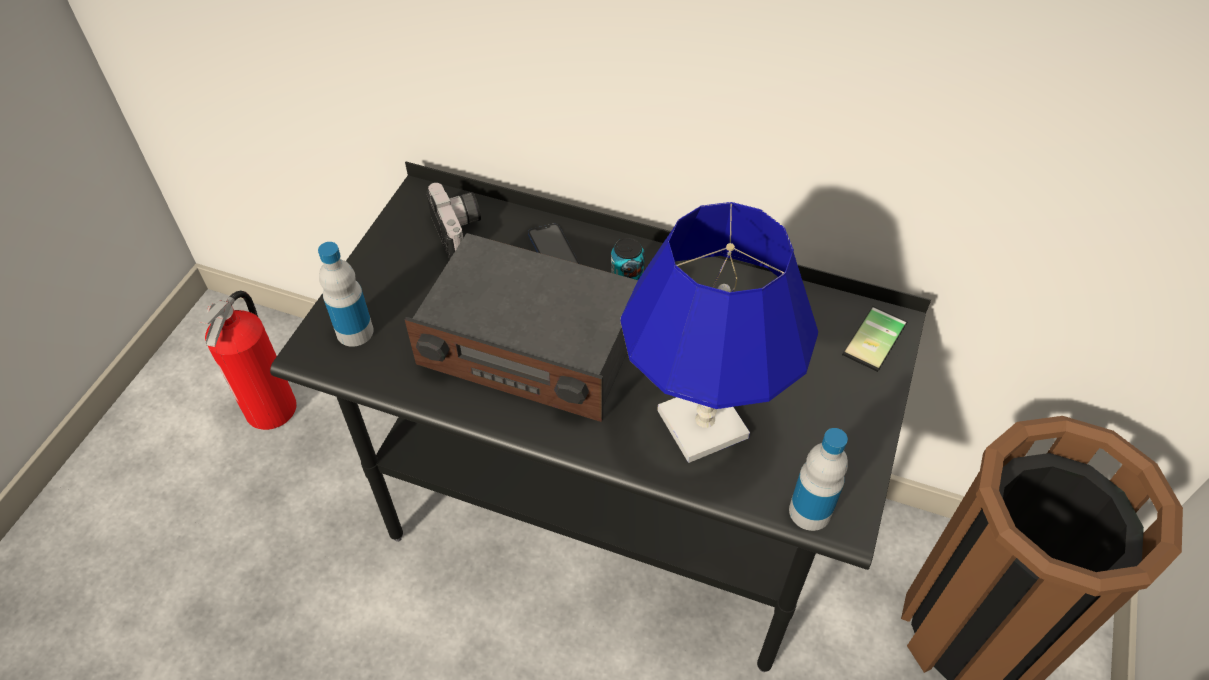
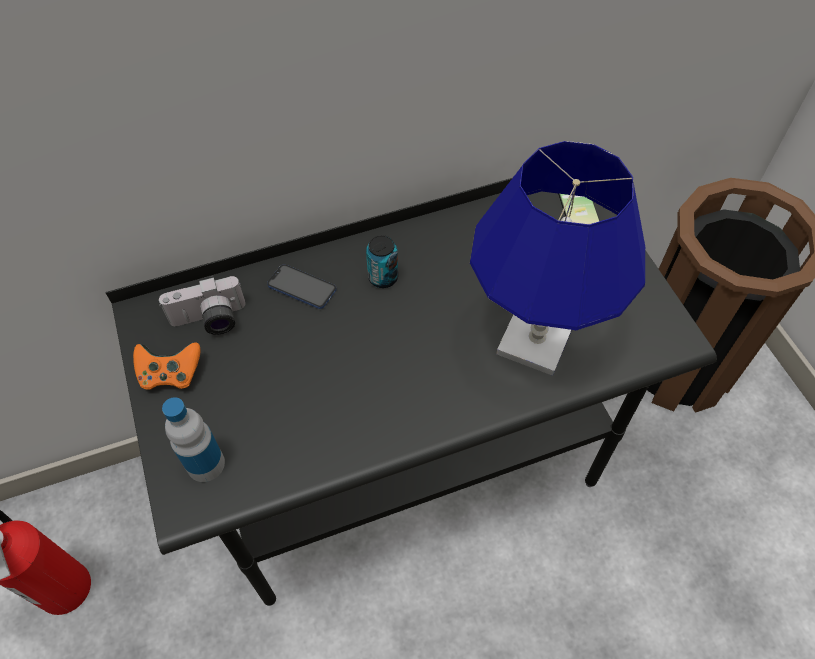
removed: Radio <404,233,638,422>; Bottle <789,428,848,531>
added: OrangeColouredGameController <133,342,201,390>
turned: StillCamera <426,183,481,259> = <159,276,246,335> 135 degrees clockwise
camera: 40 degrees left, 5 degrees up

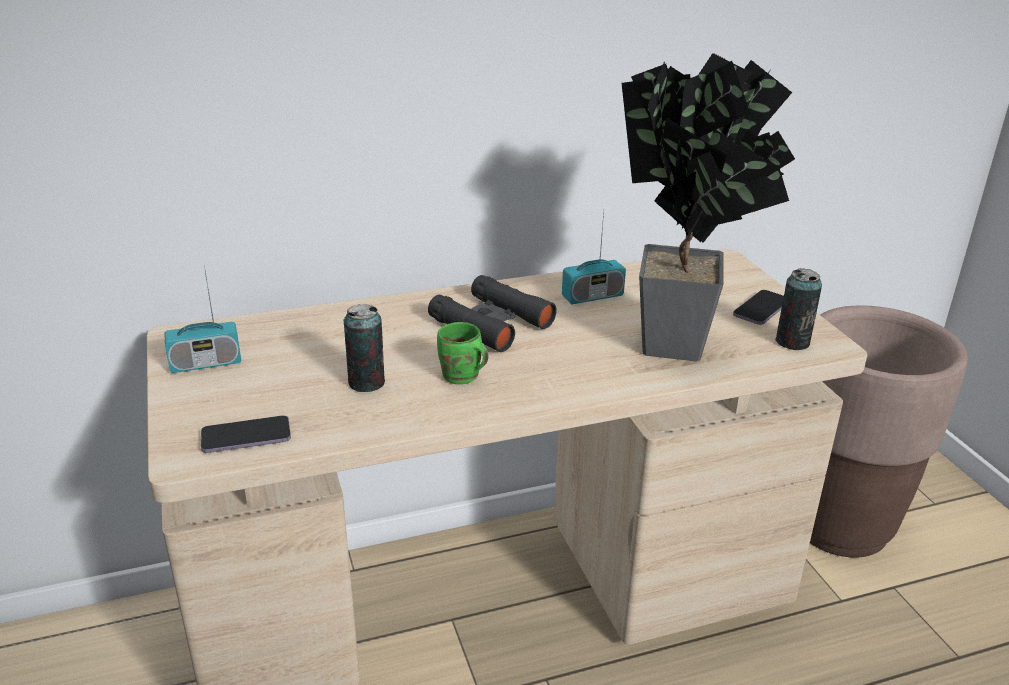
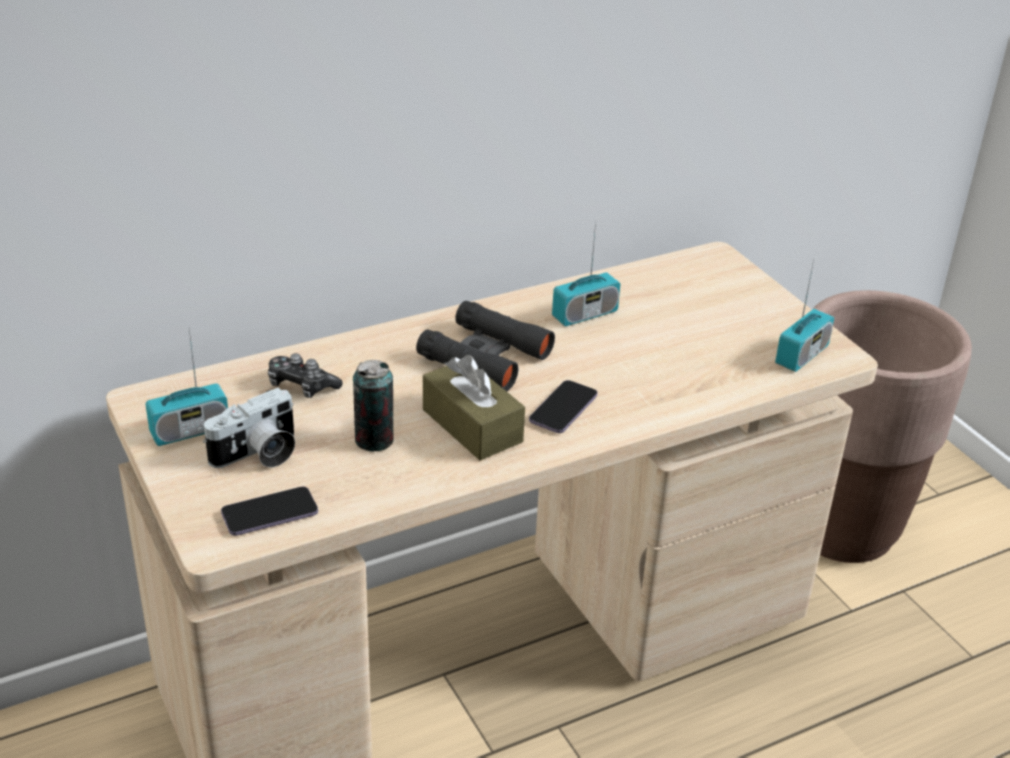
removed: Houseplant <622,53,795,362>
added: StillCamera <203,388,295,468>; GameController <268,353,343,398>
moved: Handset <733,290,784,325> to <529,380,598,433>
replaced: GreenCoffeeMug <437,322,488,384> to BrownishBoxOfTissues <423,355,525,460>; Can <775,268,822,350> to Radio <775,260,834,372>
camera: 10 degrees left, 5 degrees up

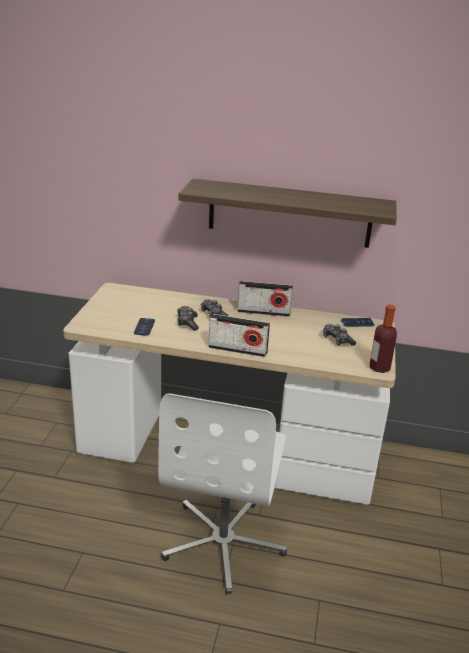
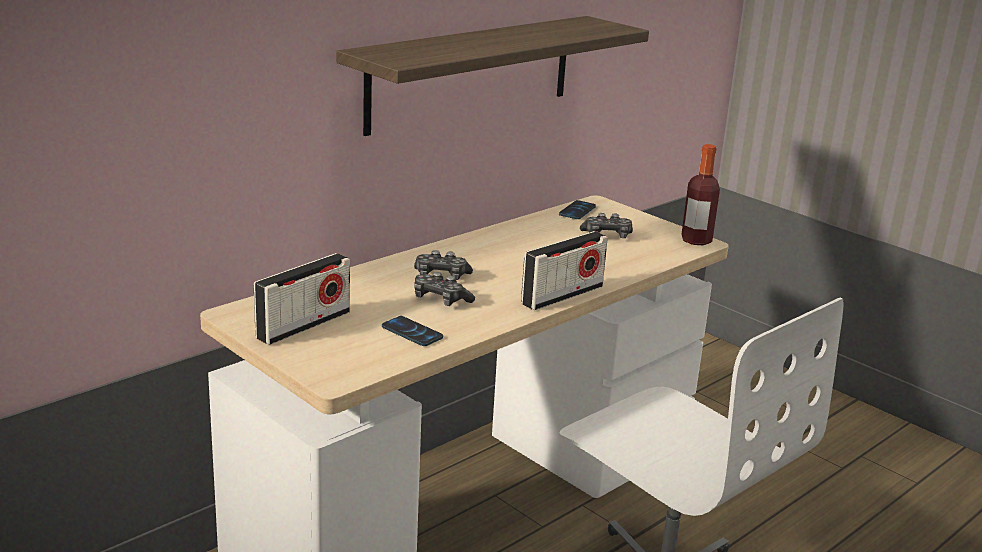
moved: Radio <237,281,293,317> to <254,253,350,345>
camera: 55 degrees left, 5 degrees down

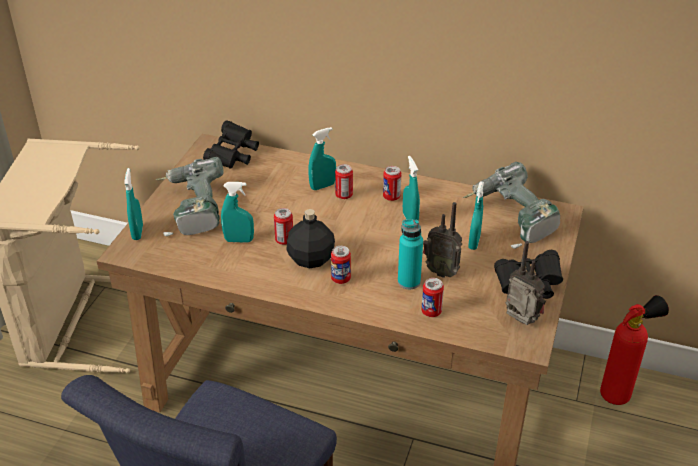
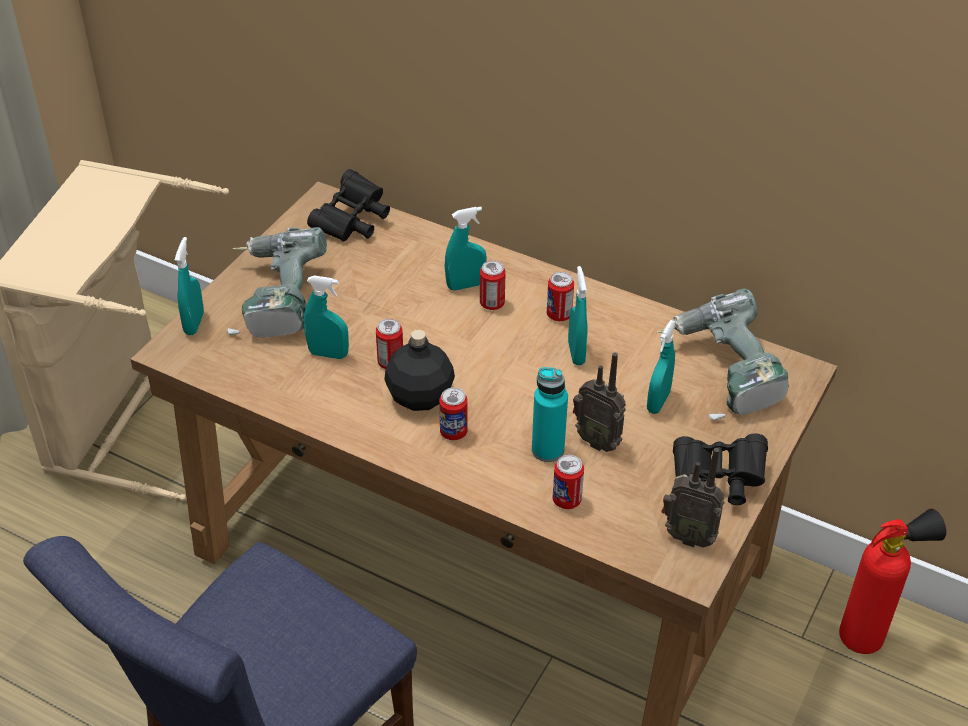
turned: Radio <506,241,546,325> = <661,448,725,547> 150 degrees clockwise
camera: 10 degrees right, 5 degrees up

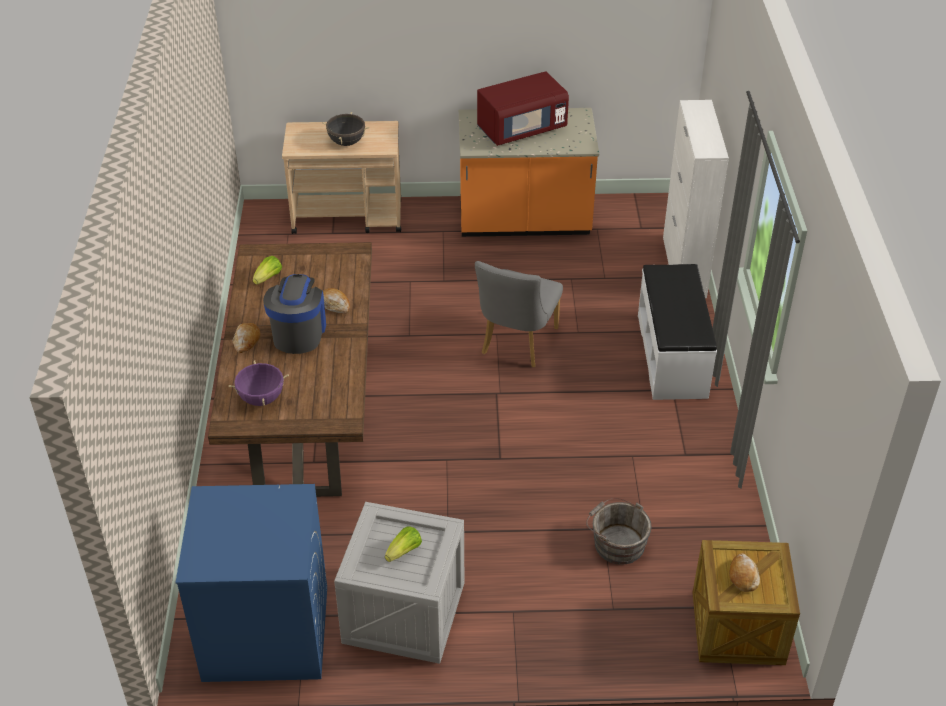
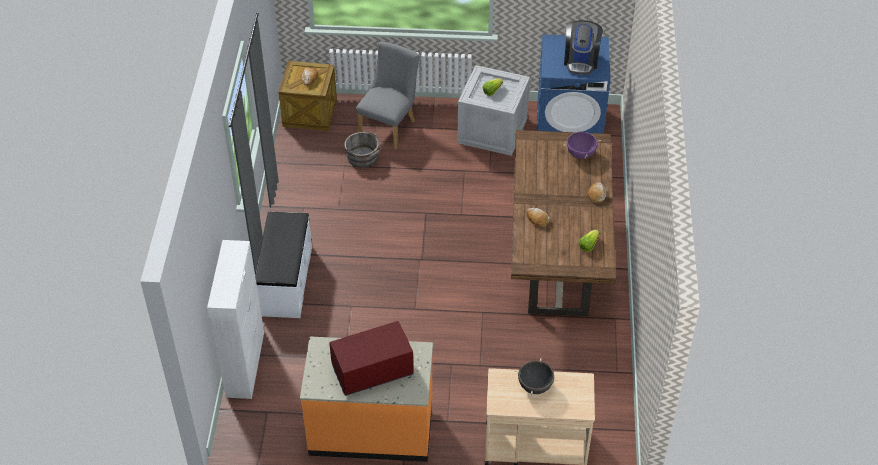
moved: CoffeeMachine <263,274,326,354> to <564,20,603,75>; GreyishChair <475,261,563,367> to <356,42,419,149>
camera: 175 degrees left, 5 degrees up

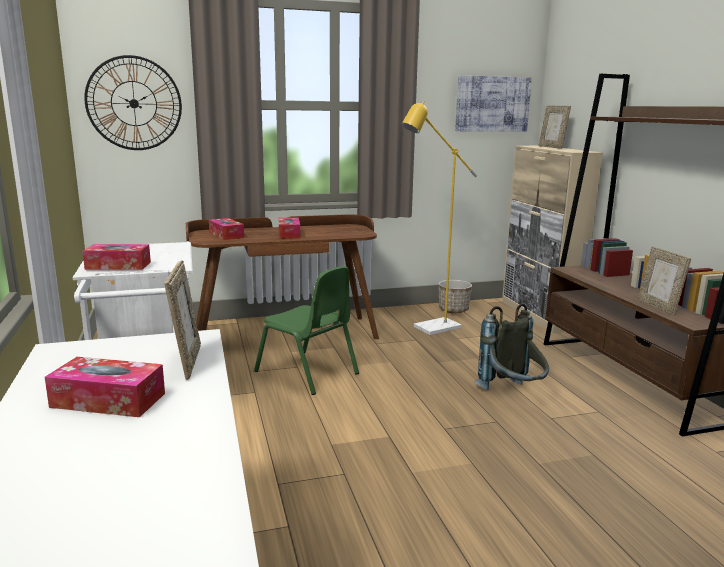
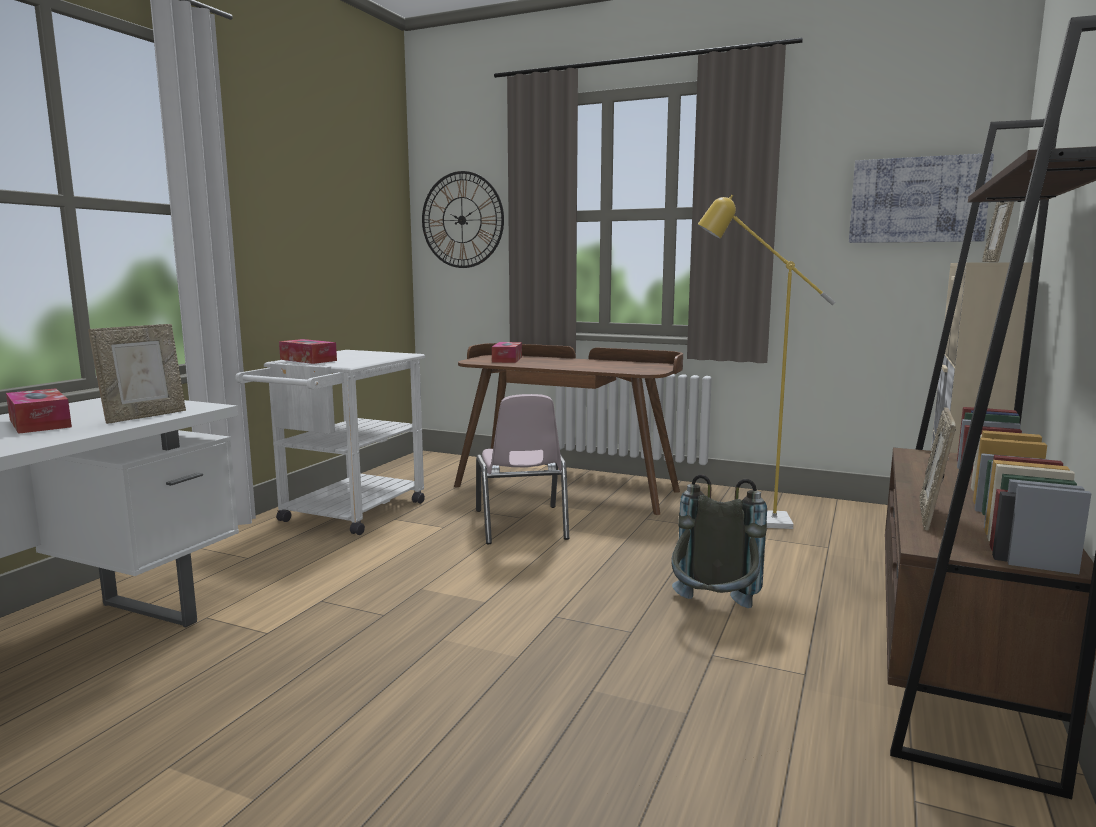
removed: BoxOfTissues <279,217,300,239>; Planter <439,280,472,313>
recoloured: GreenChair <254,266,359,395> to PinkishChair <476,394,569,544>
camera: 40 degrees right, 5 degrees down

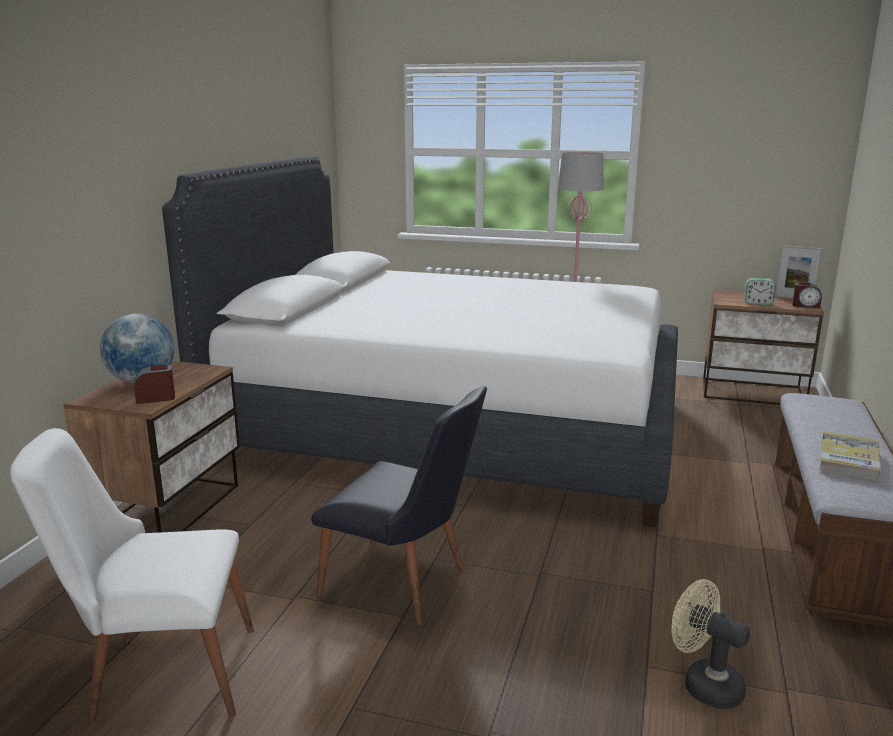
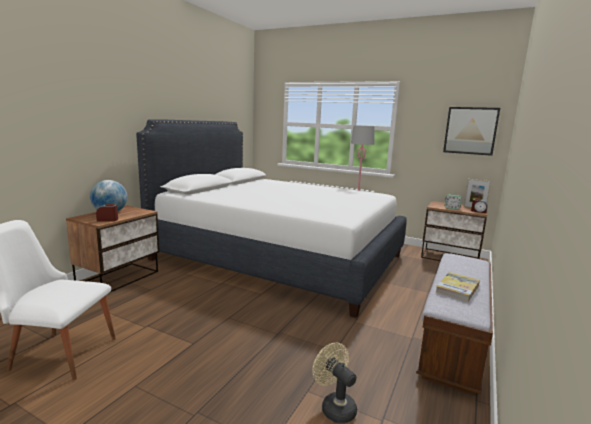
removed: BlackChair <311,386,487,625>
added: WallPicture <443,107,500,156>
camera: 10 degrees right, 5 degrees down

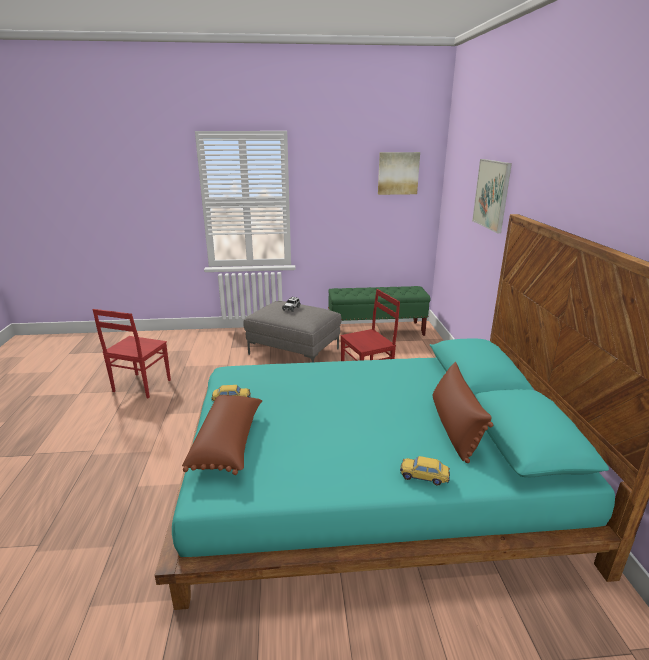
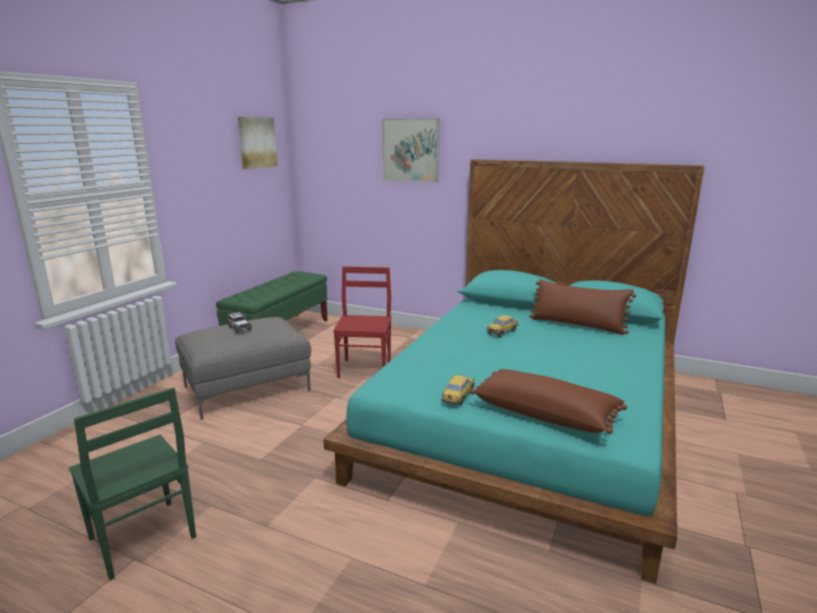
moved: ModelCar <400,456,450,486> to <487,315,518,337>
recoloured: RedColouredChair <92,309,171,398> to GreenChair <69,387,196,580>
camera: 60 degrees left, 5 degrees down

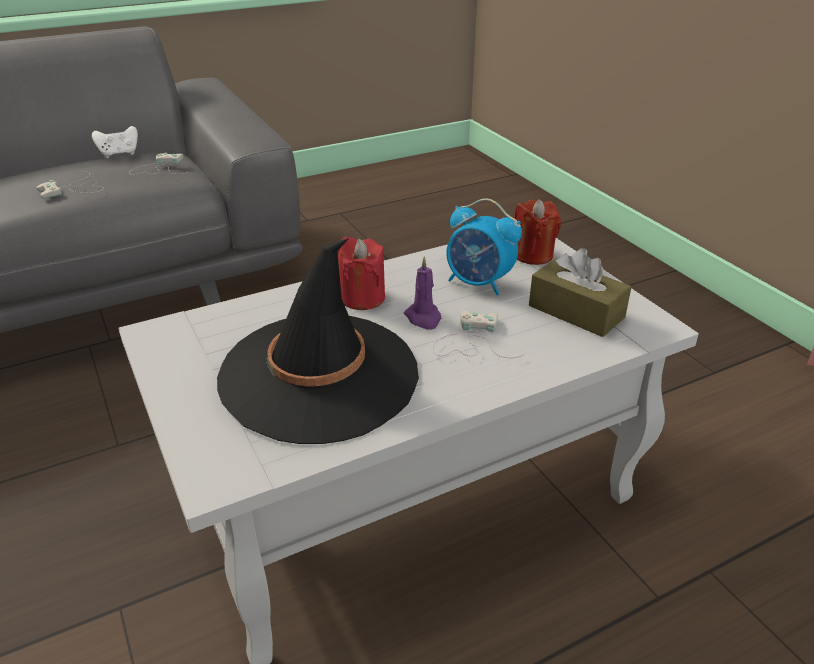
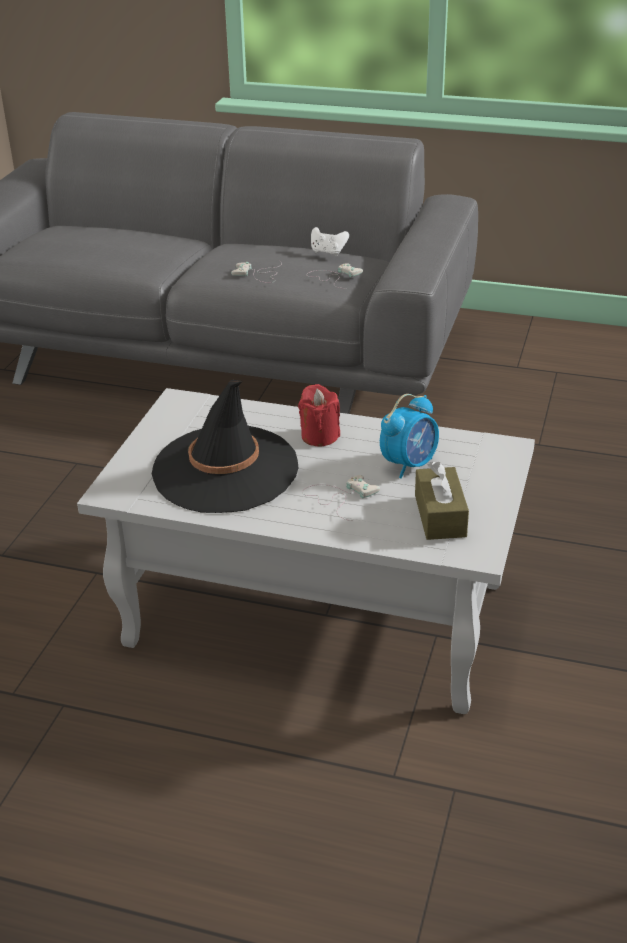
removed: PurplishWaxCandle <404,256,441,330>; RedColouredWaxCandle <515,199,561,265>
turned: BedsideClock <446,198,522,296> = <380,394,439,479> 120 degrees counterclockwise
camera: 45 degrees right, 0 degrees up

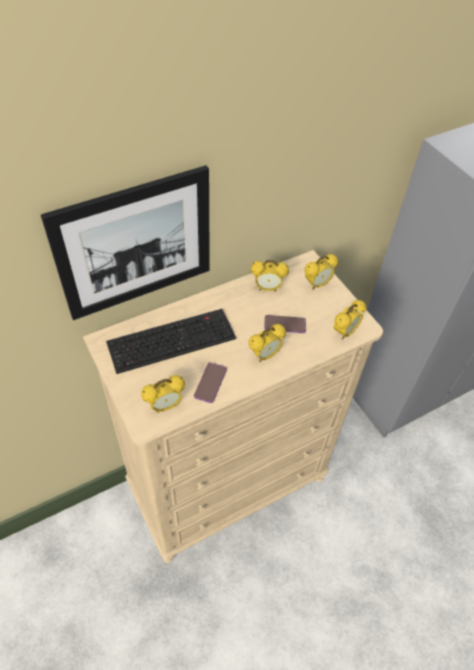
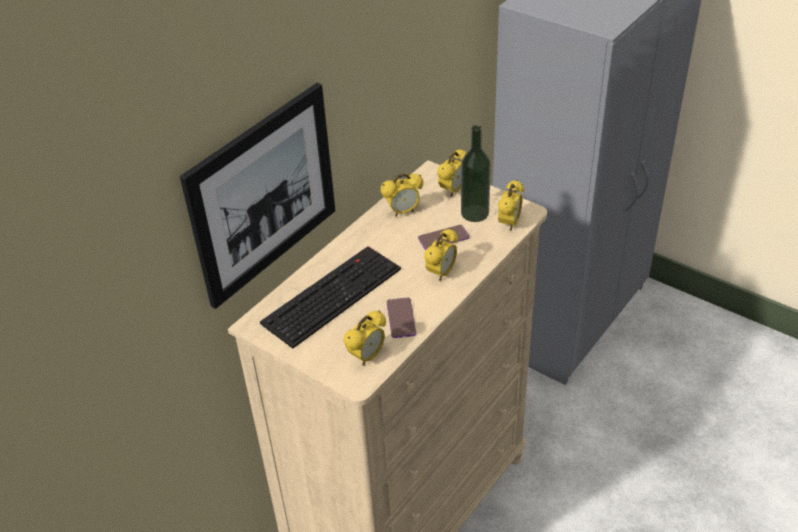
added: Bottle <461,125,491,222>
camera: 20 degrees left, 10 degrees down

